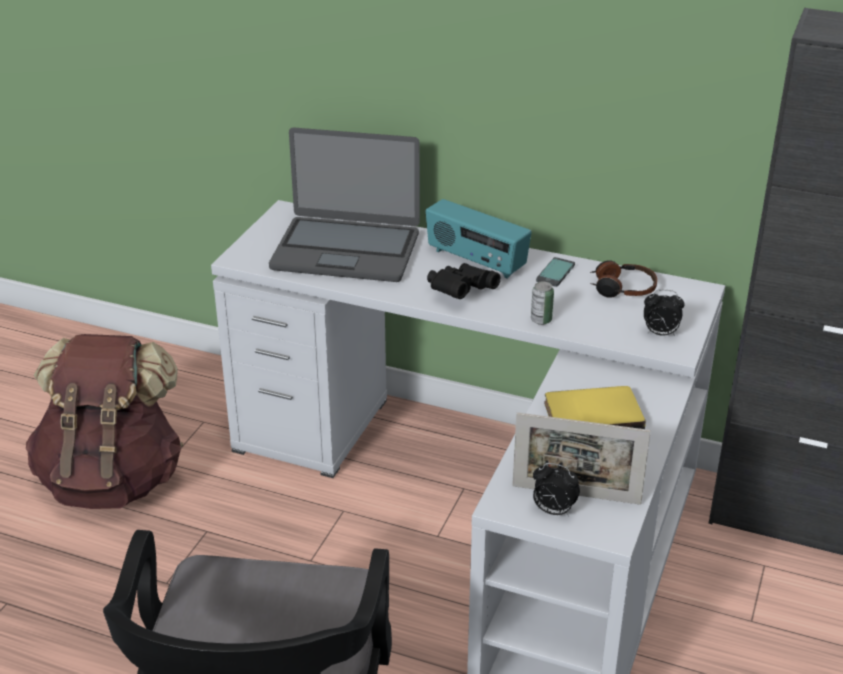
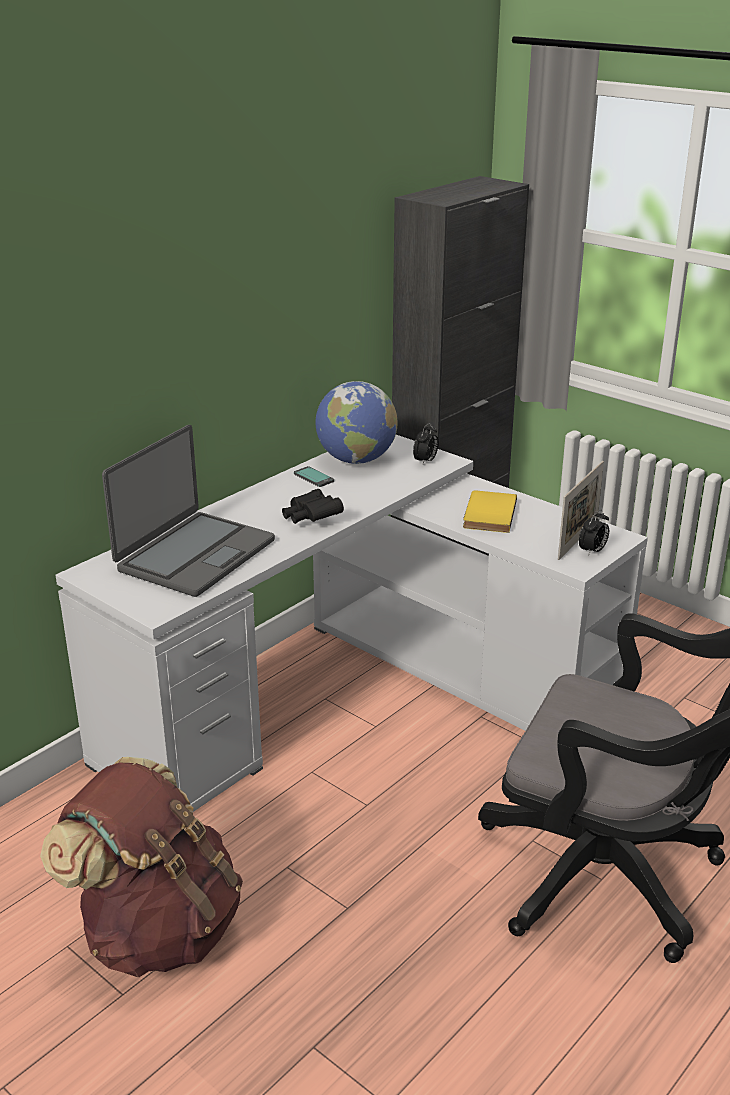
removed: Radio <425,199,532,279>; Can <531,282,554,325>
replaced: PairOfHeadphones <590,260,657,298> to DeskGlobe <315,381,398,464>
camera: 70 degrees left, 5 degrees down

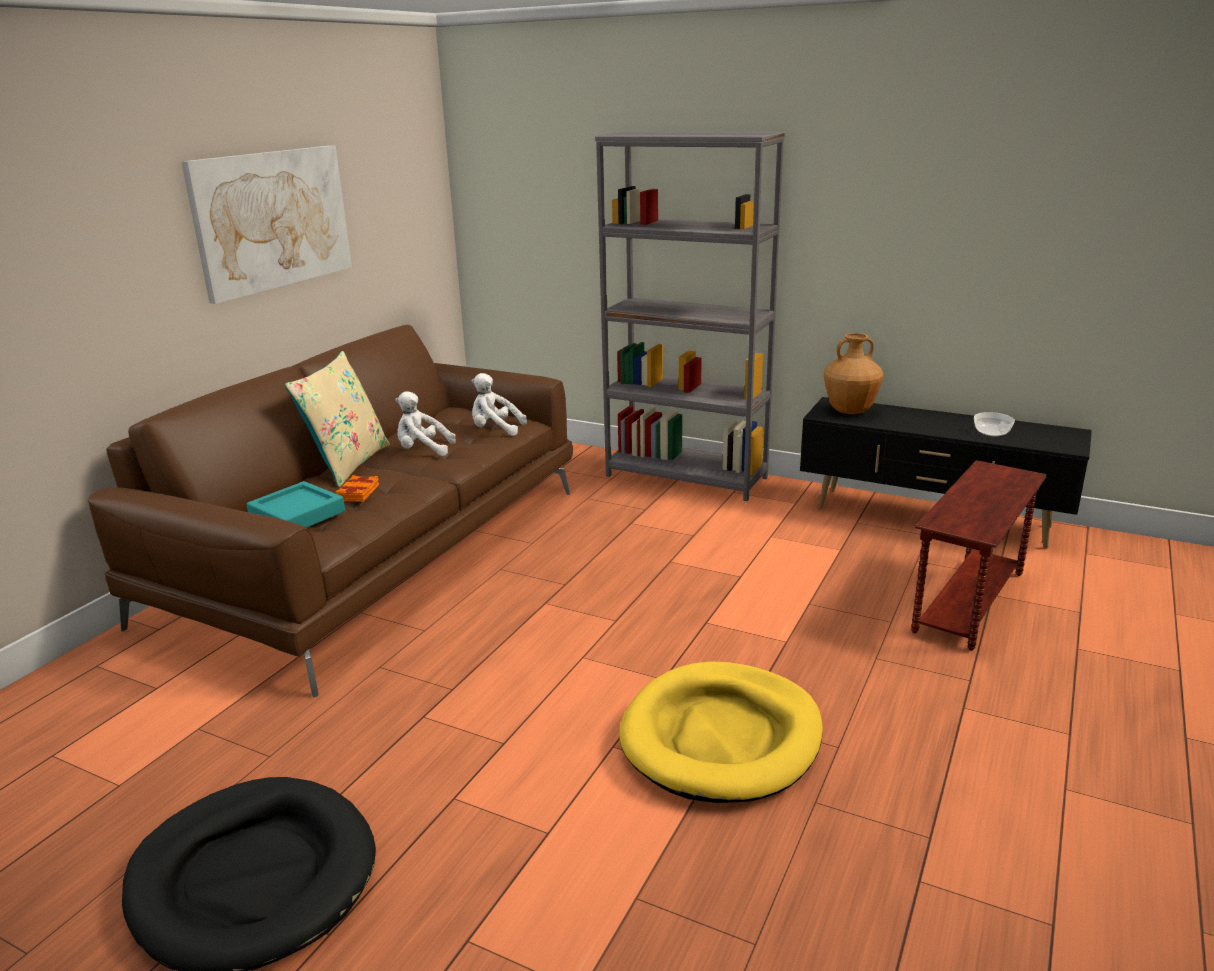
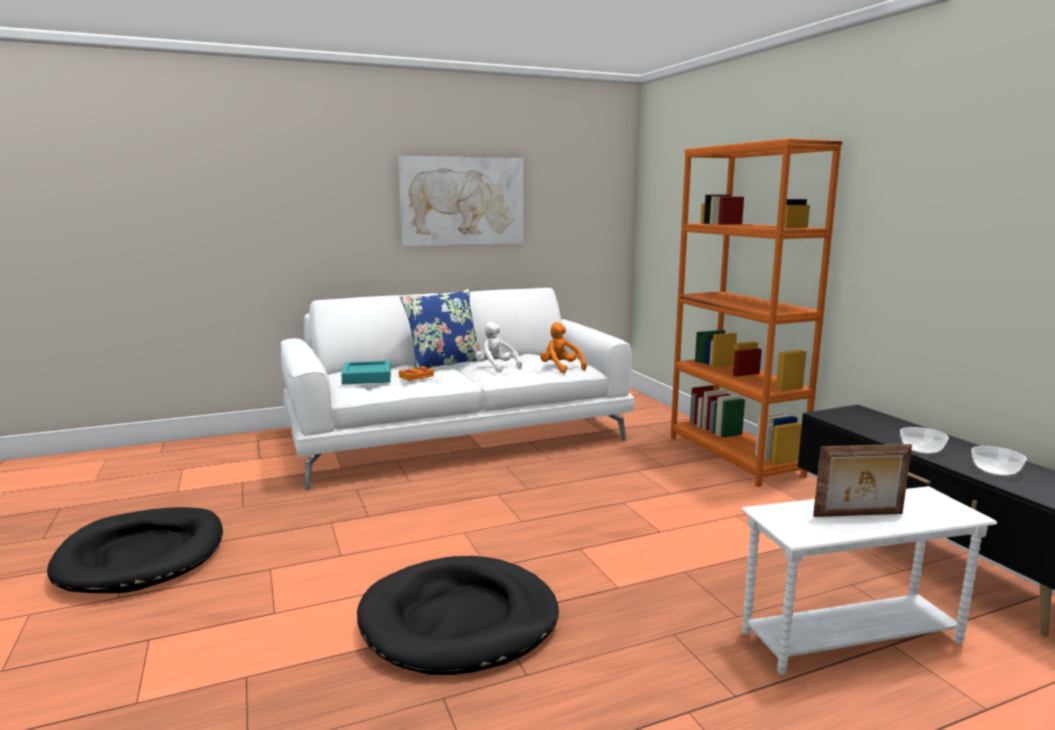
removed: BrownishDecorativeVase <824,333,883,414>
added: PhotoFrame <813,444,912,517>; Bowl <900,427,949,454>
recoloured: BrownishSofa <88,325,573,697> to WhitishSofa <281,288,634,490>; BeigePillow <285,351,390,487> to BlueColouredPillow <400,289,485,369>; WhitishPlushToy <472,373,527,436> to OrangeColouredPlushToy <540,322,587,373>; GreyishBookshelf <595,132,785,501> to OrangeColouredBookshelf <670,138,843,487>; YellowColouredDogBed <619,661,823,803> to BlackDogBed <357,556,559,675>; BrownishAccentTable <911,460,1047,651> to WhitishAccentTable <741,486,997,675>
camera: 40 degrees right, 10 degrees down

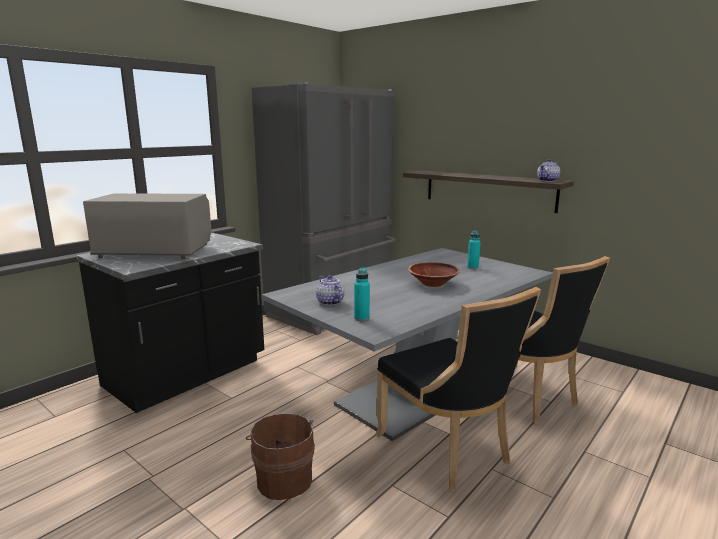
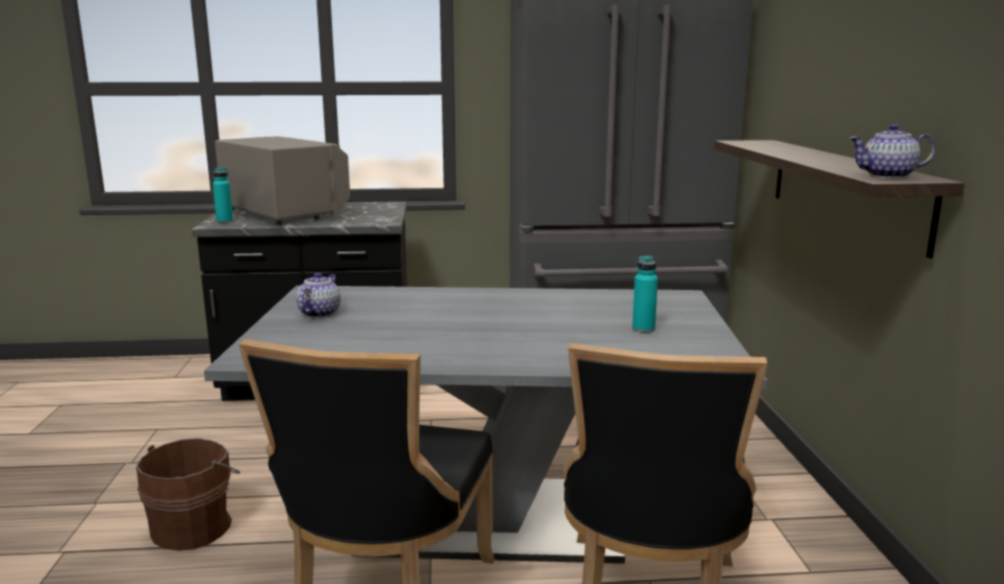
removed: BrownishBowl <408,262,460,287>
moved: TurquoiseBottle <354,268,370,321> to <213,167,233,223>
camera: 45 degrees right, 0 degrees up

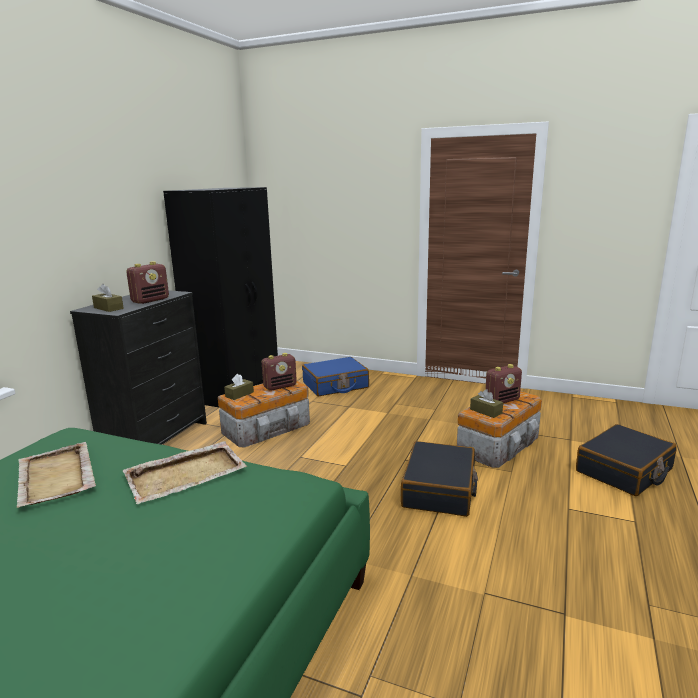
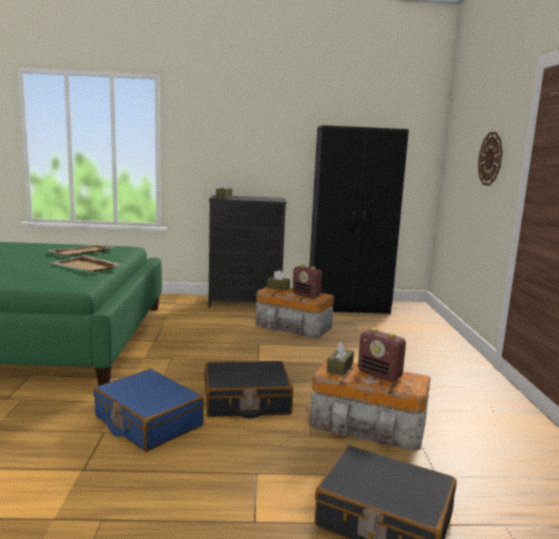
removed: Radio <126,261,169,304>
added: ClockOnTheWall <478,132,502,186>
moved: BlueColouredTravelCase <302,357,369,396> to <93,369,204,452>
camera: 65 degrees right, 5 degrees down

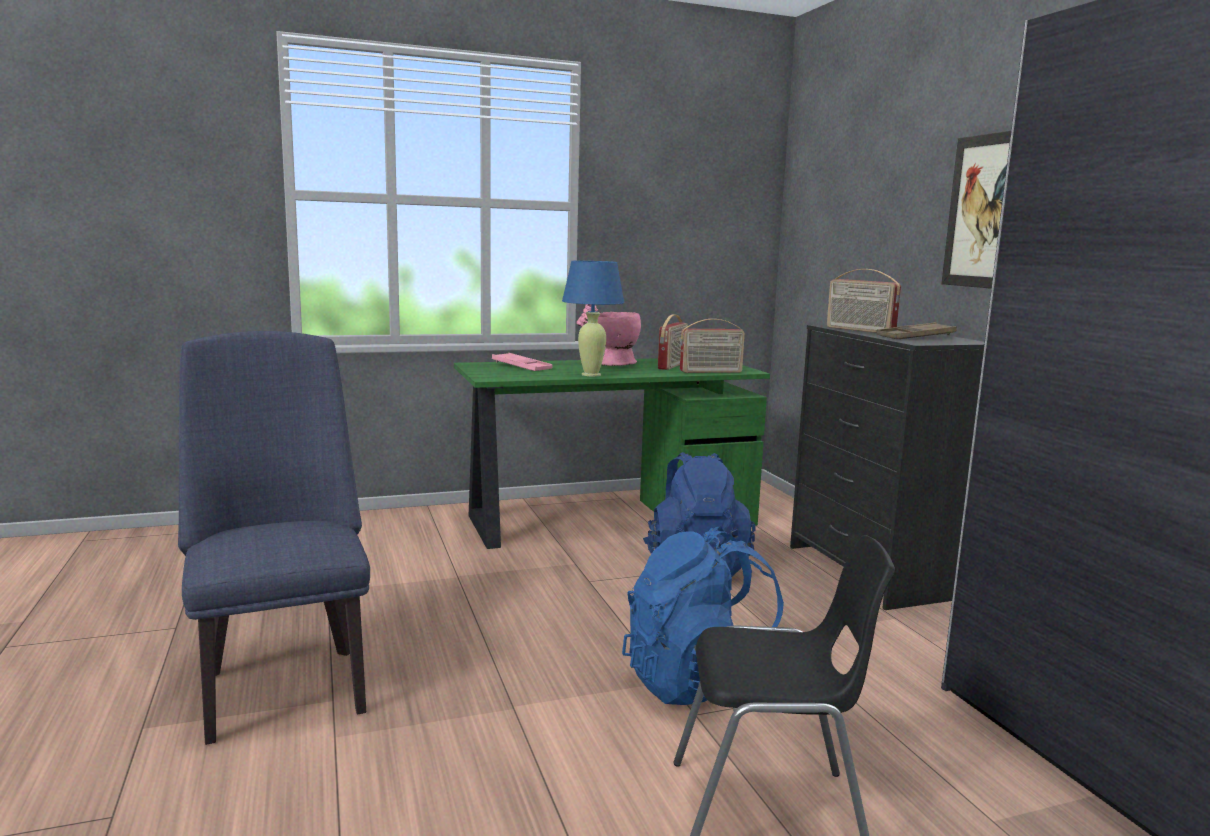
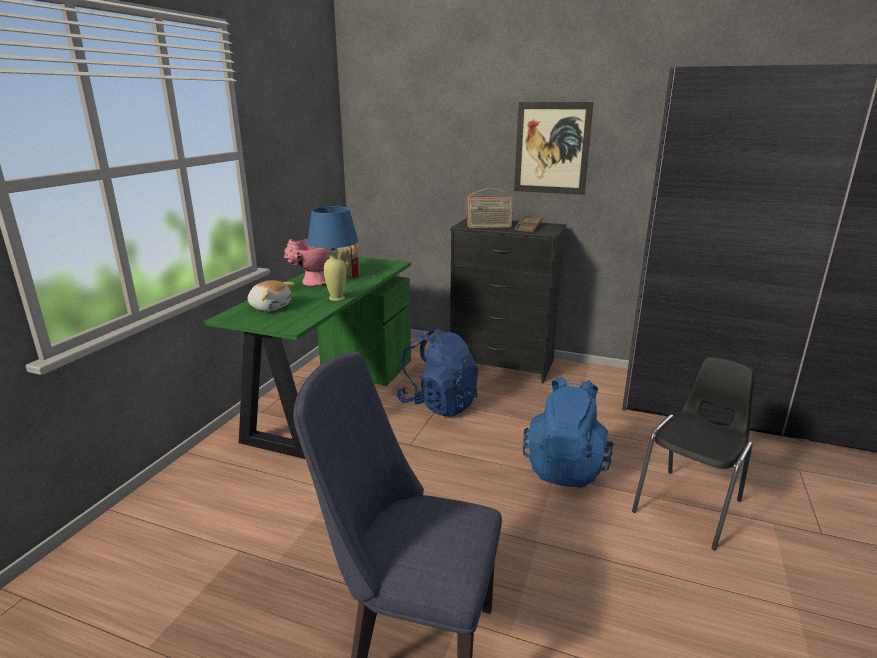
removed: Radio <680,319,745,373>
replaced: PinkishTray <492,353,553,371> to PlushToy <248,280,295,311>
camera: 50 degrees left, 10 degrees up

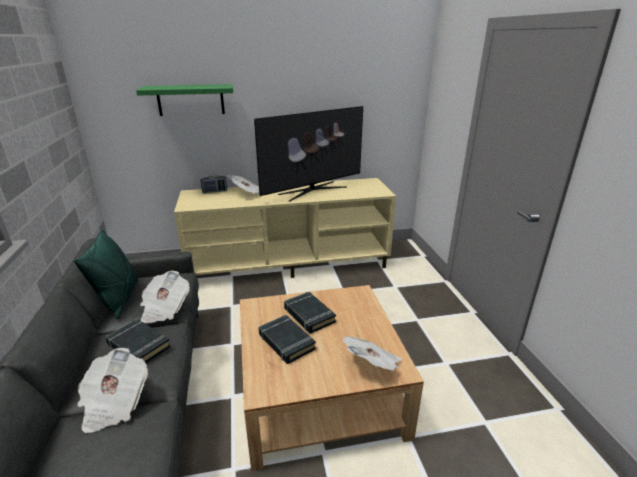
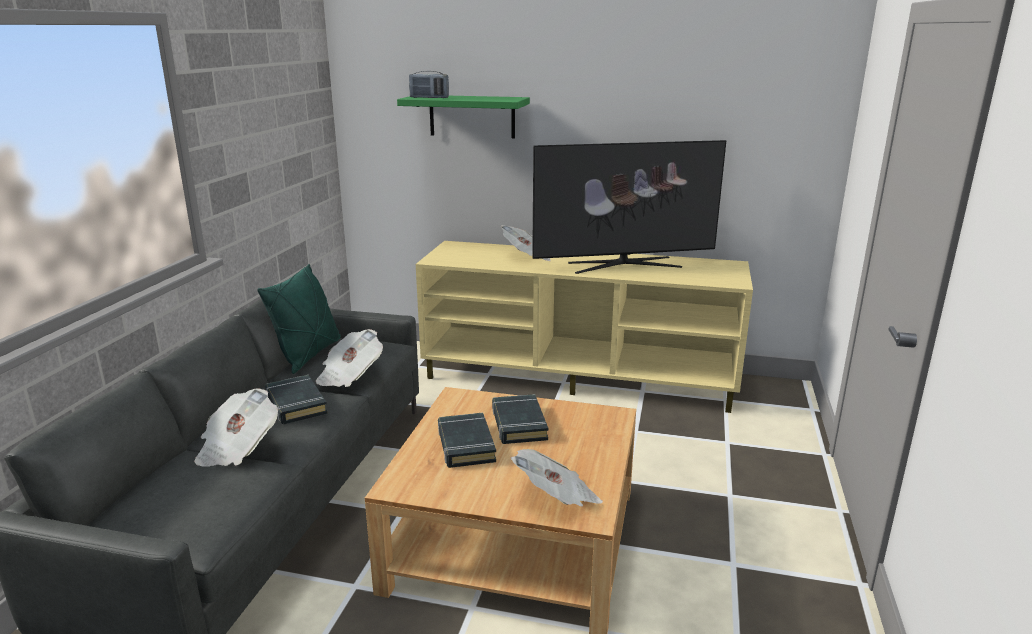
moved: Radio <201,176,227,193> to <409,71,449,98>
camera: 25 degrees right, 5 degrees down

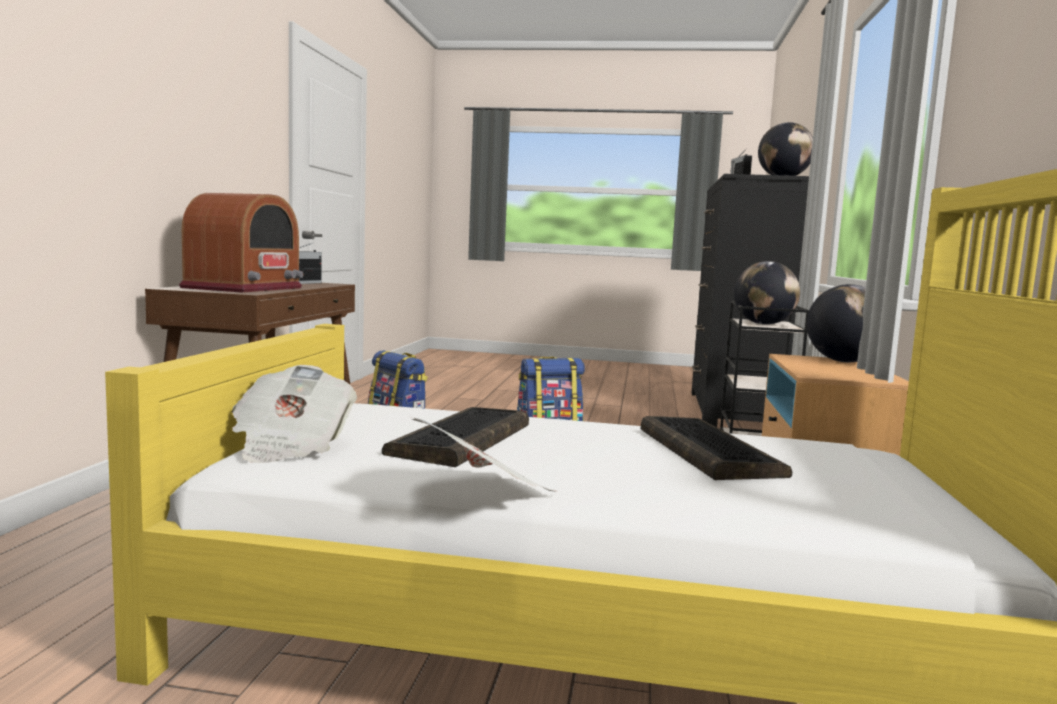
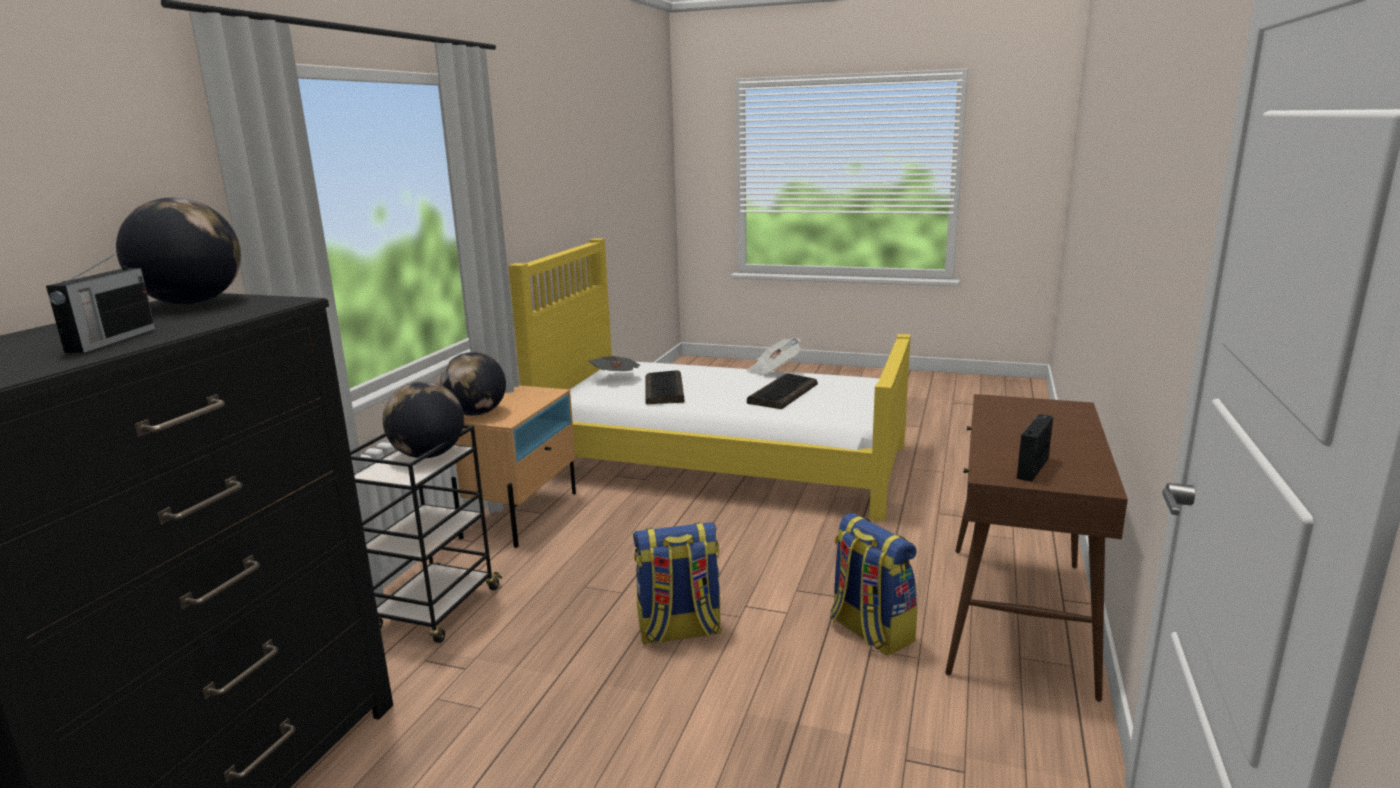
removed: Radio <179,193,303,293>
moved: PrintedPaper <231,365,357,463> to <587,356,640,371>
camera: 170 degrees left, 10 degrees up

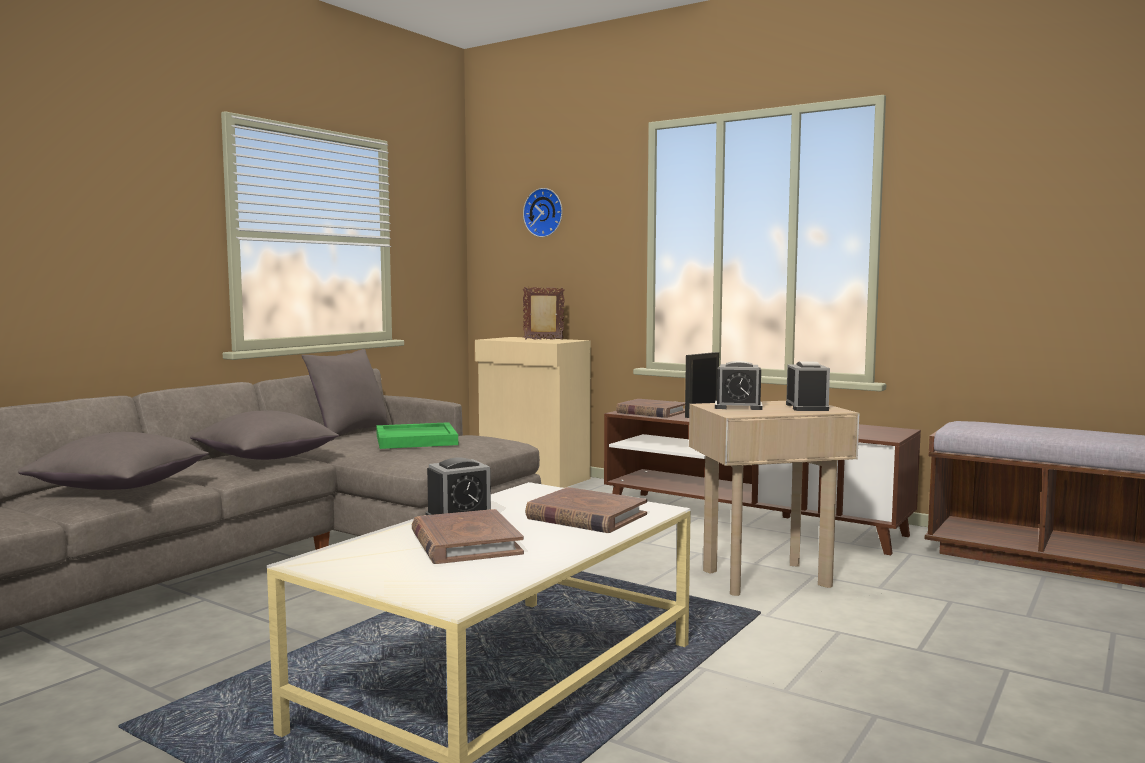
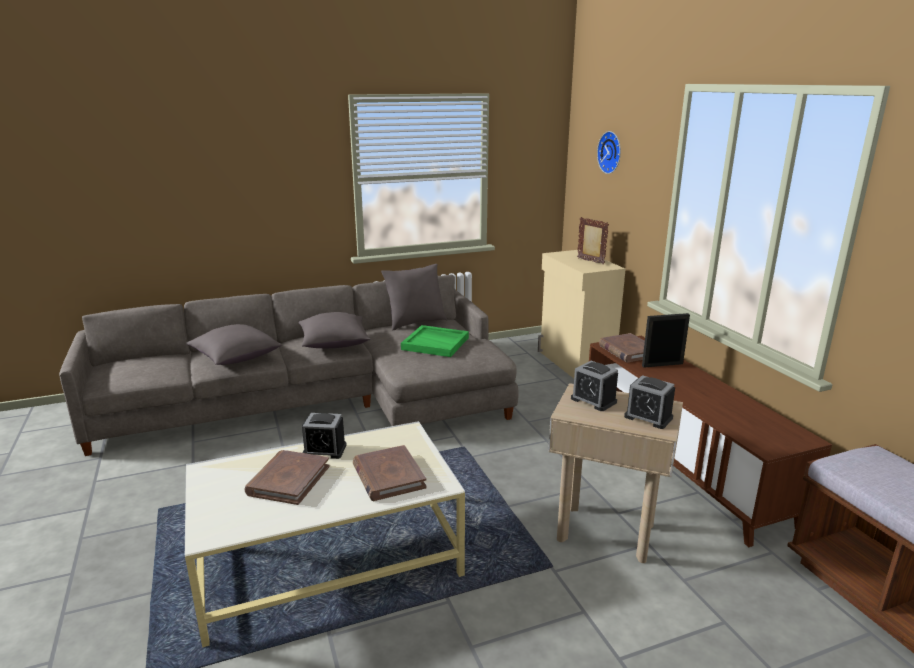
turned: BedsideClock <786,362,830,411> = <624,375,675,429> 90 degrees clockwise
camera: 35 degrees right, 15 degrees up

